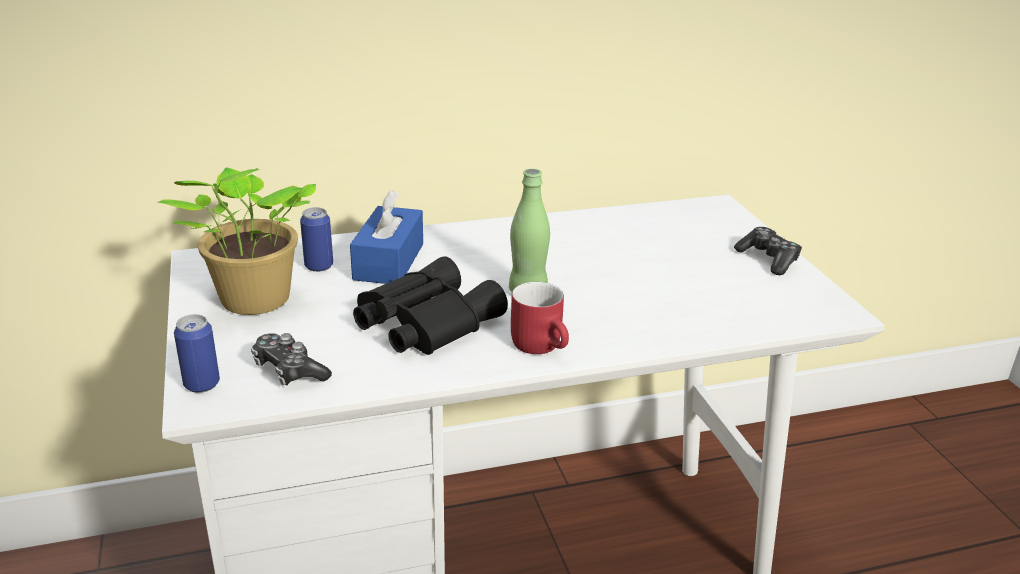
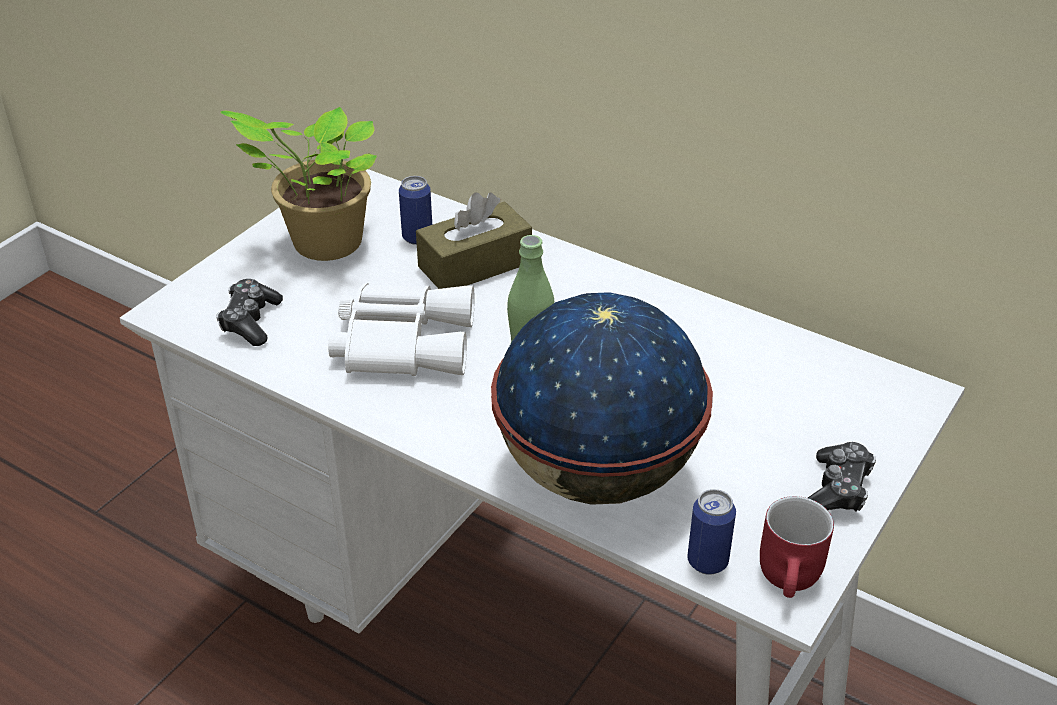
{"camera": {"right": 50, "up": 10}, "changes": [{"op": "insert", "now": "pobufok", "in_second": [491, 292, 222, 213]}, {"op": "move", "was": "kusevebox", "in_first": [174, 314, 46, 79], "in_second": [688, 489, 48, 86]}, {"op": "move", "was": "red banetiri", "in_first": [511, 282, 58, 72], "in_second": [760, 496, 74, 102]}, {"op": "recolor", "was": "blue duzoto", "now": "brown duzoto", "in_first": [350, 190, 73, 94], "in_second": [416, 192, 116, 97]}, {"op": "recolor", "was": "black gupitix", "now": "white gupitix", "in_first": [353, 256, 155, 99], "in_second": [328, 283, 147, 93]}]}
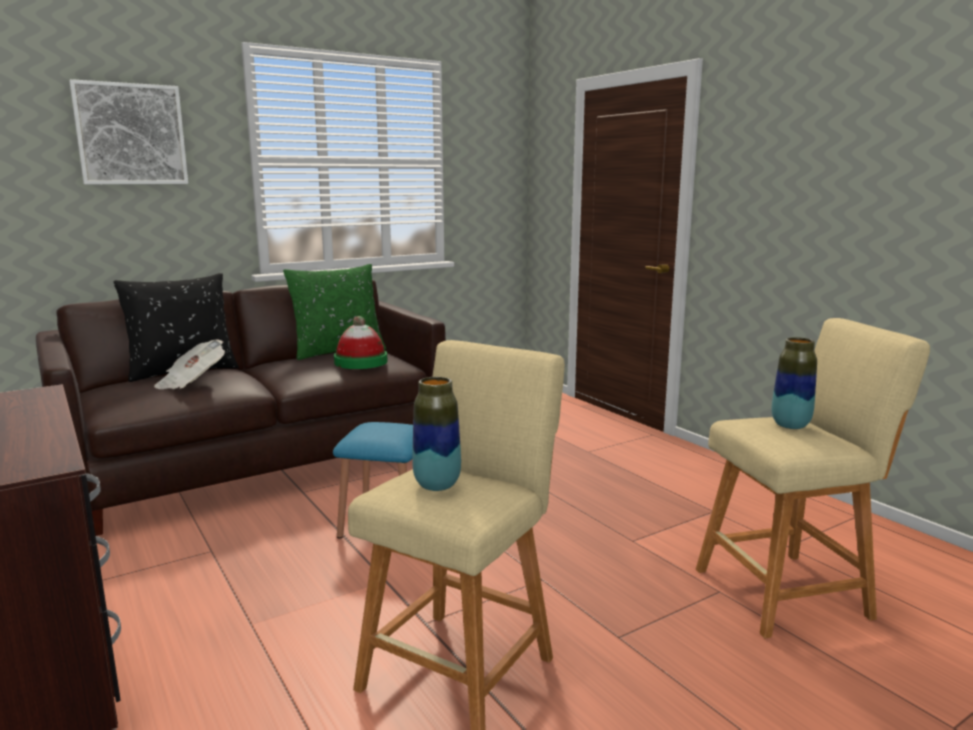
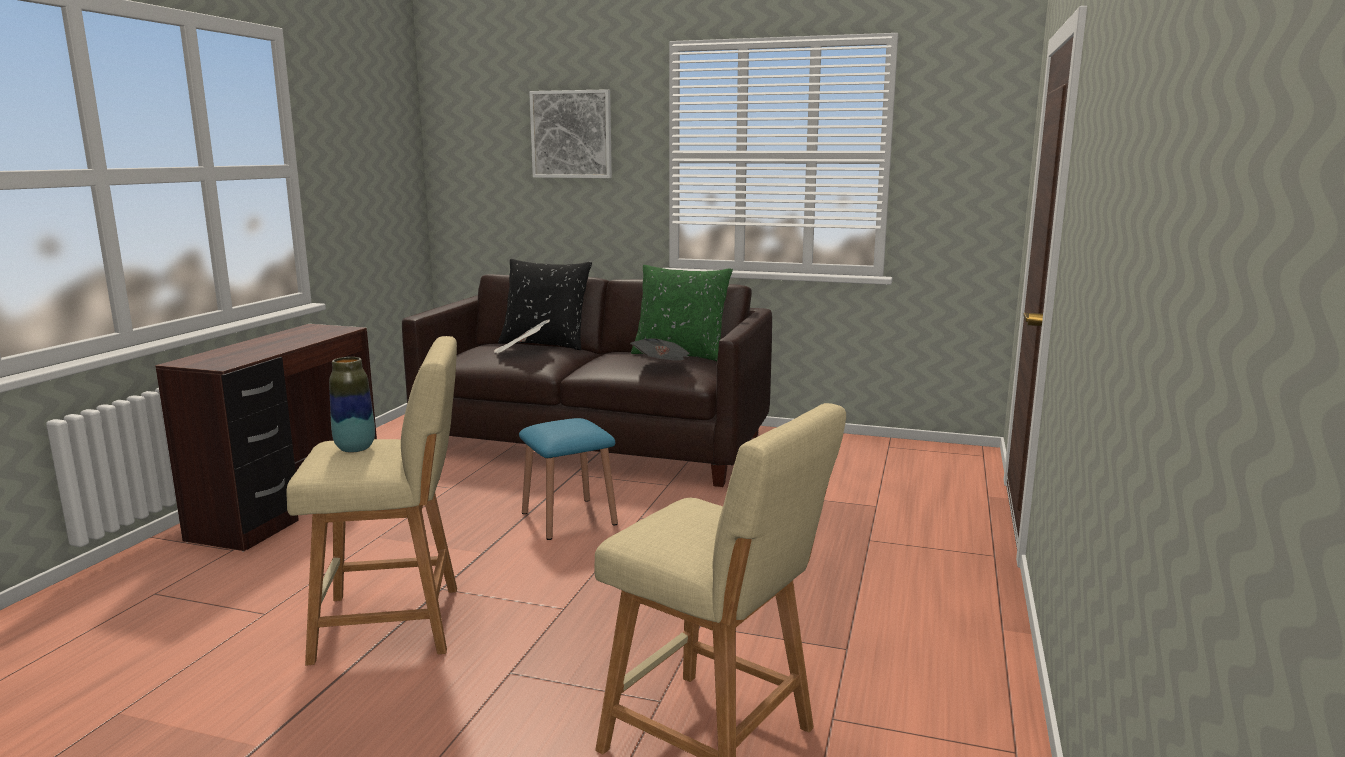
{"camera": {"right": 50, "up": 0}, "changes": [{"op": "delete", "was": "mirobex", "in_first": [772, 337, 45, 92]}, {"op": "replace", "was": "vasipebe", "now": "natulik", "in_first": [334, 316, 53, 53], "in_second": [630, 338, 60, 23]}]}
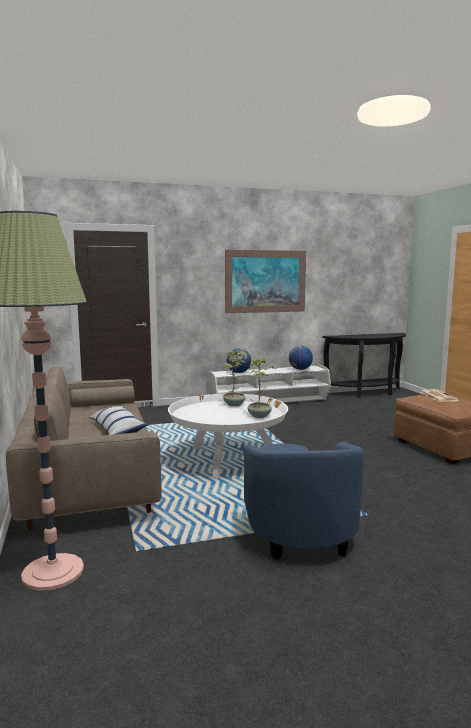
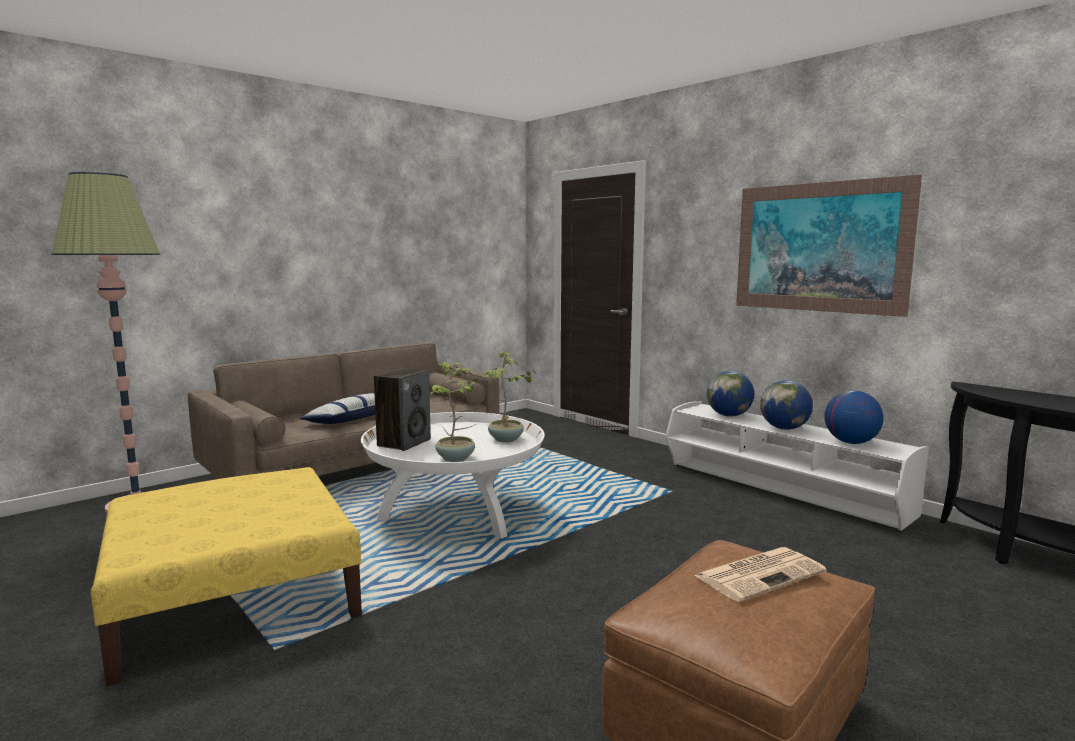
{"camera": {"right": 65, "up": 0}, "changes": [{"op": "insert", "now": "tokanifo", "in_second": [374, 368, 57, 83]}, {"op": "insert", "now": "pobufok", "in_second": [760, 380, 53, 50]}, {"op": "replace", "was": "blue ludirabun", "now": "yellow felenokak", "in_first": [243, 442, 121, 118], "in_second": [91, 467, 271, 219]}]}
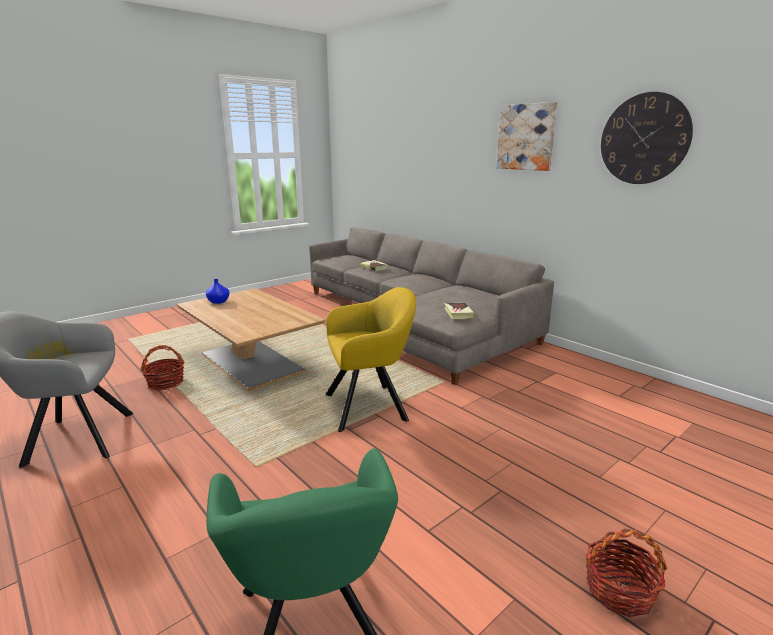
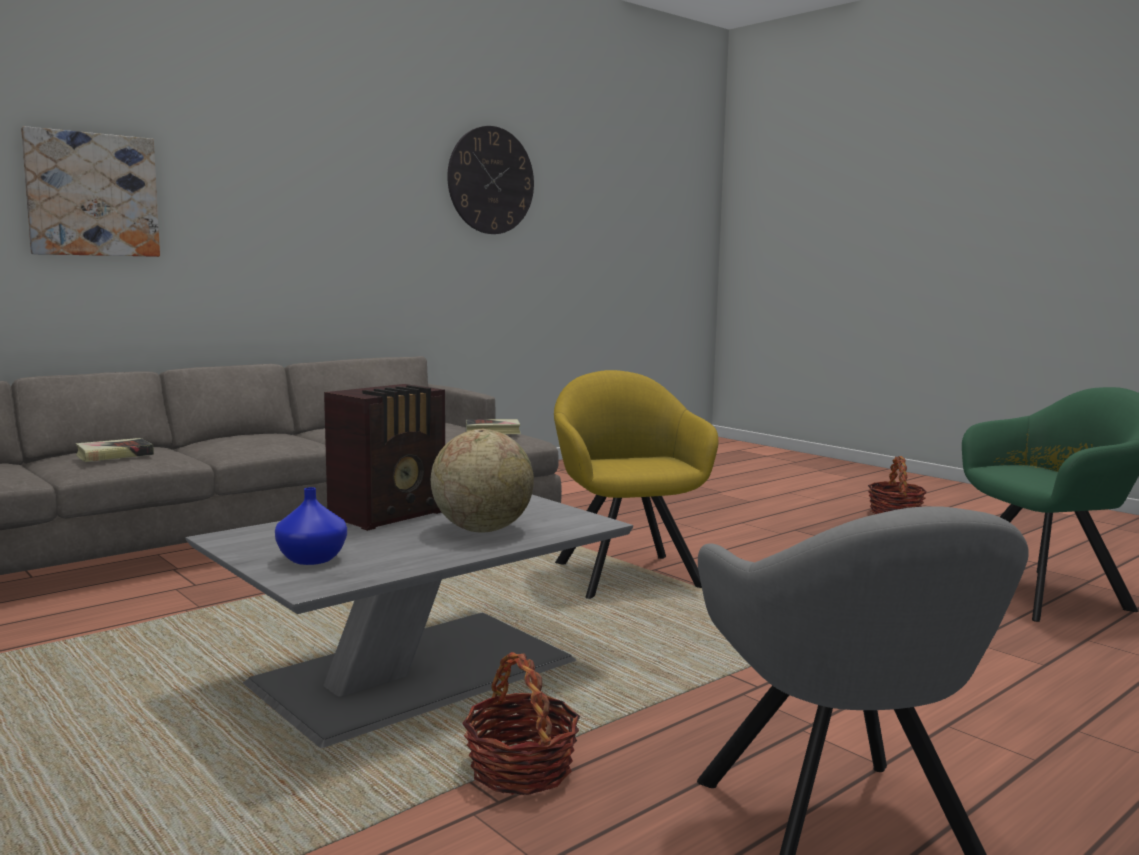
{"camera": {"right": -90, "up": -10}, "changes": [{"op": "insert", "now": "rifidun", "in_second": [324, 384, 121, 147]}, {"op": "insert", "now": "pobufok", "in_second": [431, 429, 103, 104]}, {"op": "move", "was": "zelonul", "in_first": [496, 102, 61, 69], "in_second": [21, 126, 139, 131]}, {"op": "recolor", "was": "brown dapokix", "now": "grey dapokix", "in_first": [177, 288, 149, 103], "in_second": [186, 495, 447, 253]}]}
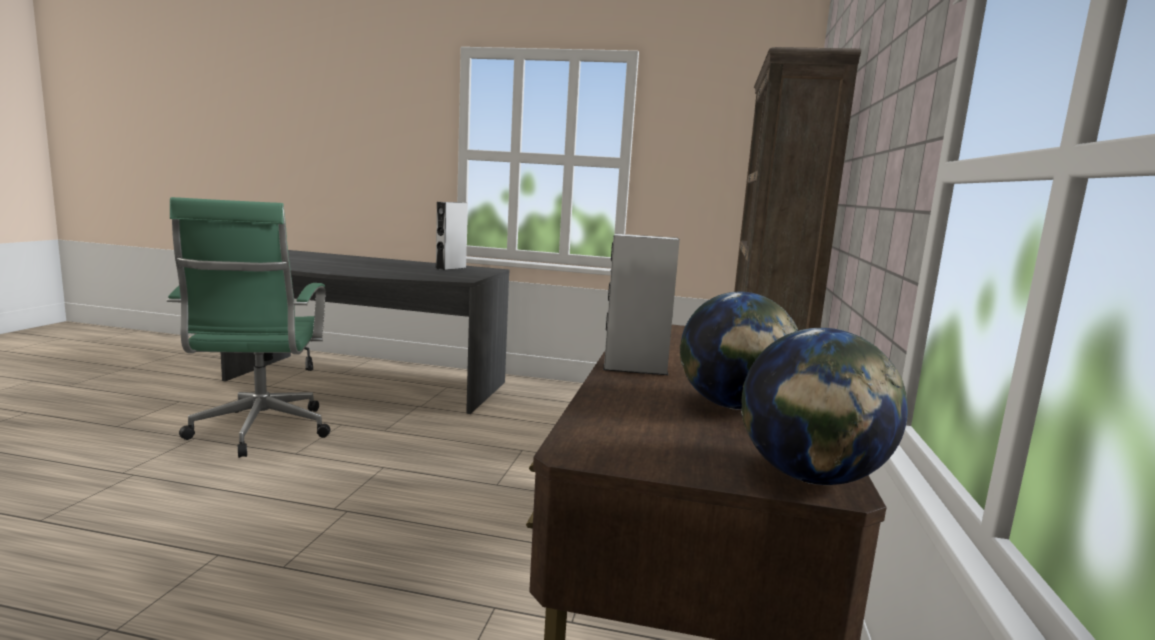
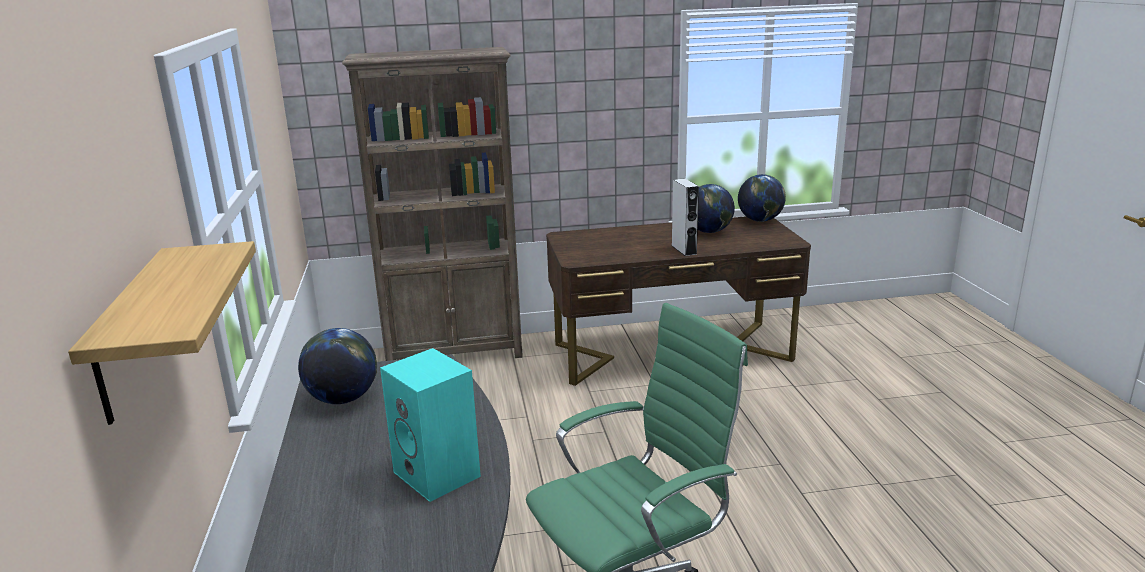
{"camera": {"right": -110, "up": 10}, "changes": [{"op": "insert", "now": "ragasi", "in_second": [68, 241, 188, 184]}, {"op": "insert", "now": "turquoise tokanifo", "in_second": [380, 348, 101, 154]}, {"op": "replace", "was": "grey tokanifo", "now": "pobufok", "in_first": [436, 202, 32, 68], "in_second": [298, 328, 79, 76]}]}
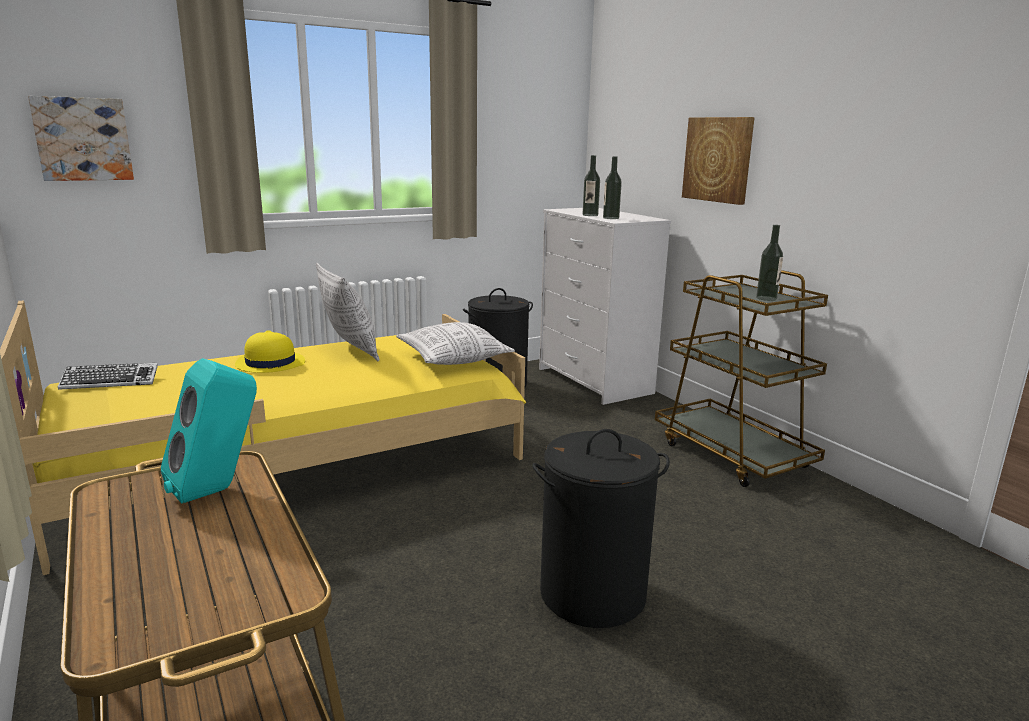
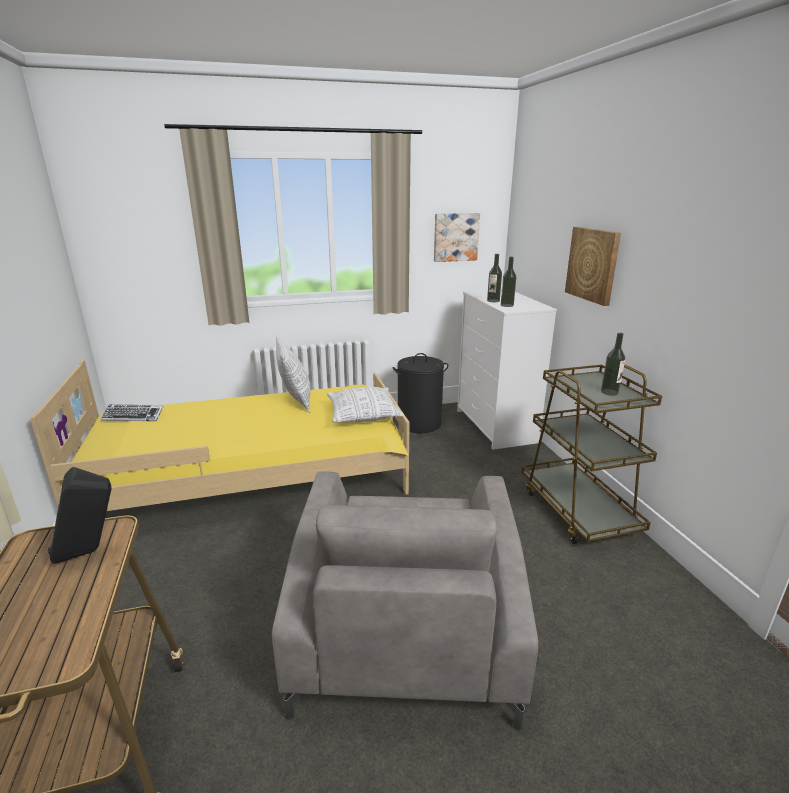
{"camera": {"right": 15, "up": 5}, "changes": [{"op": "delete", "was": "yellow vasipebe", "in_first": [235, 330, 70, 43]}, {"op": "move", "was": "zelonul", "in_first": [28, 96, 106, 85], "in_second": [434, 213, 46, 49]}, {"op": "replace", "was": "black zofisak", "now": "grey ludirabun", "in_first": [532, 429, 138, 199], "in_second": [272, 471, 266, 260]}, {"op": "recolor", "was": "turquoise tokanifo", "now": "black tokanifo", "in_first": [161, 358, 96, 146], "in_second": [48, 467, 63, 97]}]}
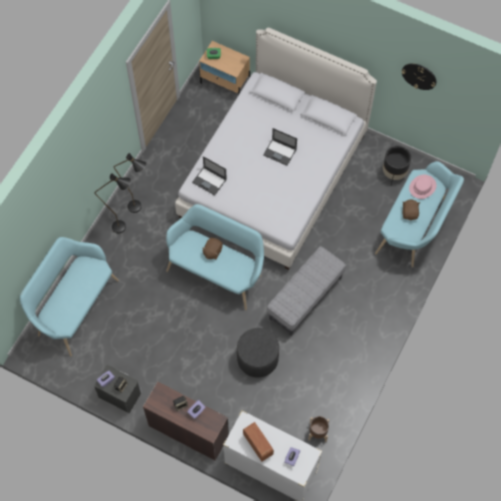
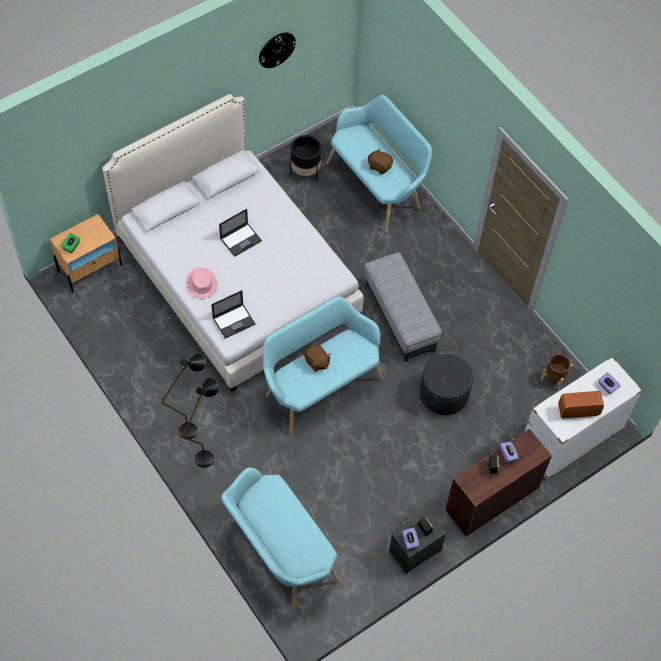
{"camera": {"right": -65, "up": -5}, "changes": [{"op": "move", "was": "pink vasipebe", "in_first": [409, 175, 27, 24], "in_second": [186, 268, 32, 31]}]}
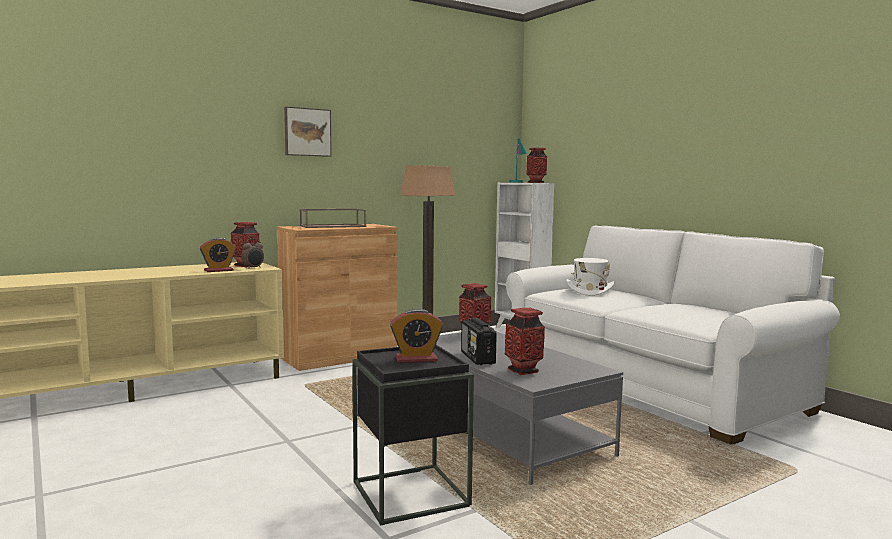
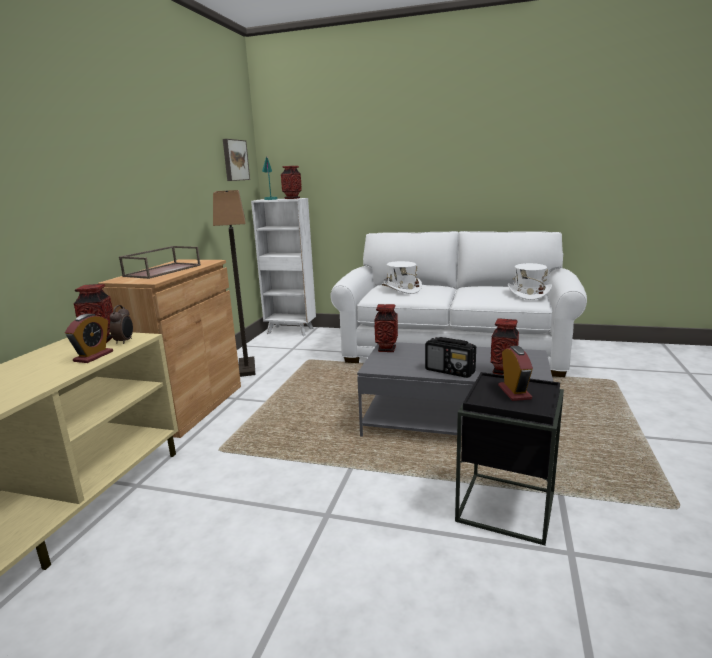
{"camera": {"right": -40, "up": 10}, "changes": [{"op": "insert", "now": "white vasipebe", "in_second": [508, 263, 44, 37]}, {"op": "move", "was": "zelonul", "in_first": [284, 106, 48, 51], "in_second": [223, 139, 27, 42]}, {"op": "rotate", "was": "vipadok", "in_first": [390, 308, 53, 55], "in_second": [498, 346, 35, 55], "clockwise": -45}]}
